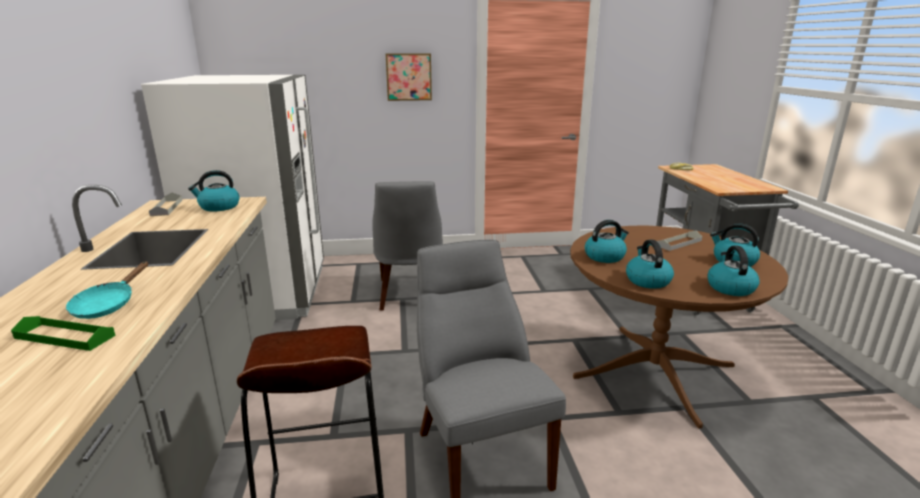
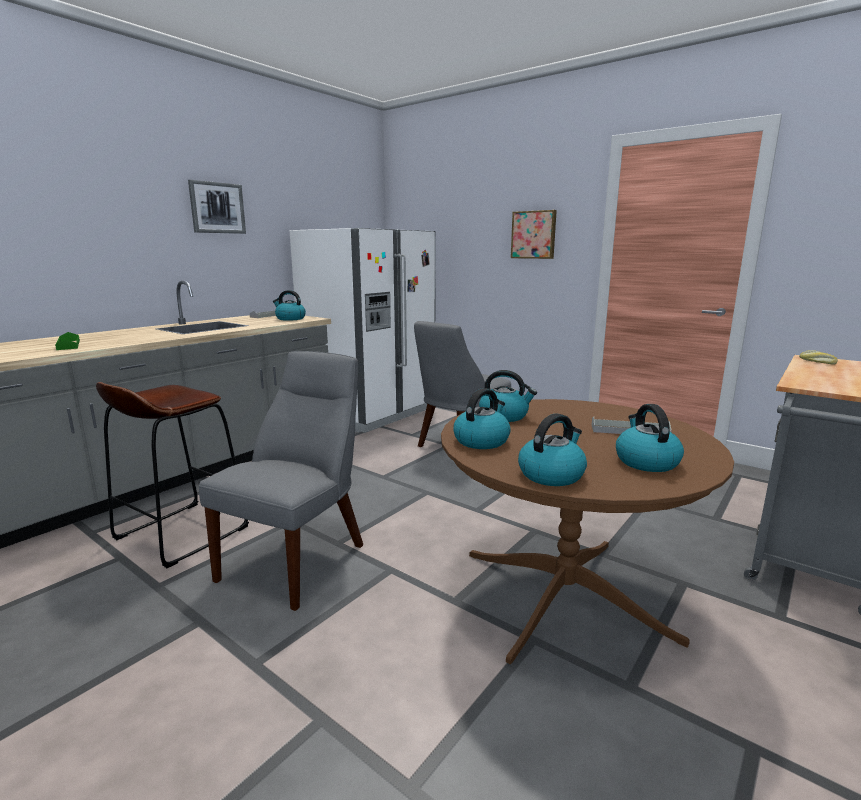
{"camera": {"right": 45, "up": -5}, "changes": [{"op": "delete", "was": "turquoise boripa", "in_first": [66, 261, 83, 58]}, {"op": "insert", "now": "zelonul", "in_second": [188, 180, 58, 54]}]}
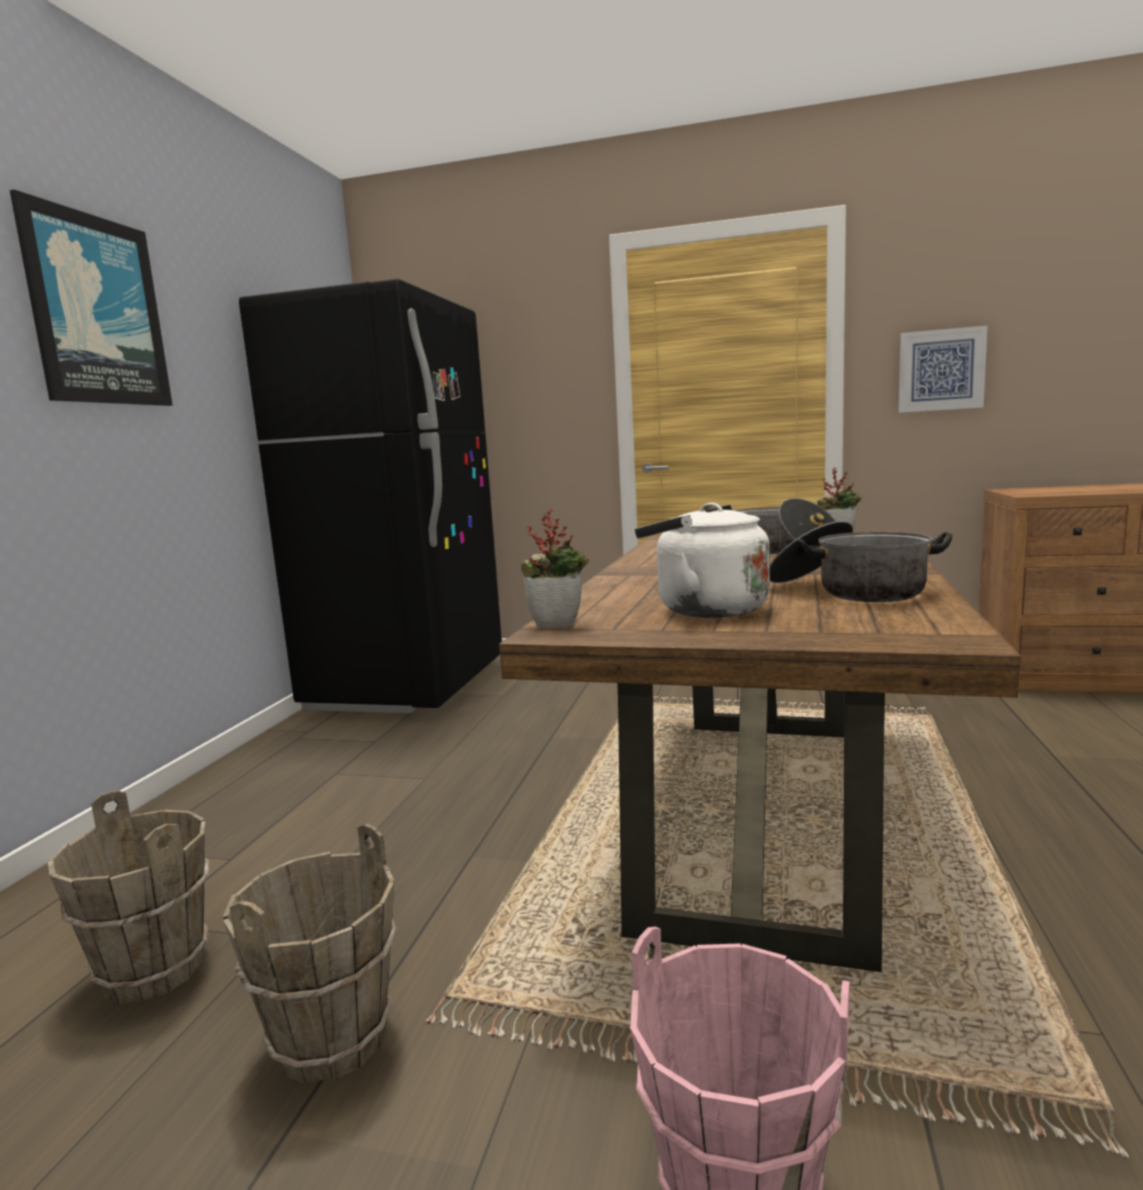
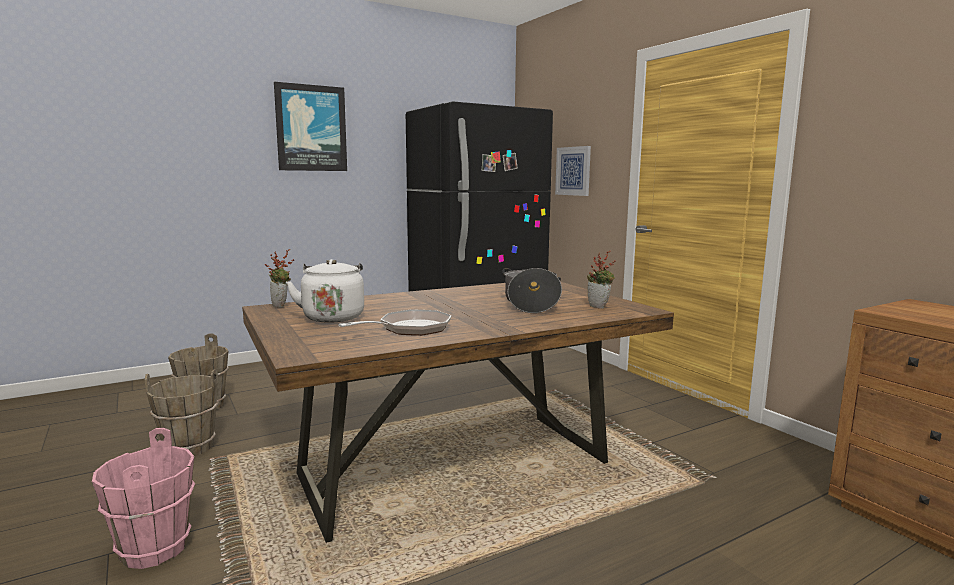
{"camera": {"right": 45, "up": 0}, "changes": [{"op": "move", "was": "zelonul", "in_first": [898, 326, 89, 87], "in_second": [555, 146, 36, 50]}, {"op": "replace", "was": "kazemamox", "now": "boripa", "in_first": [770, 521, 182, 81], "in_second": [338, 309, 114, 27]}]}
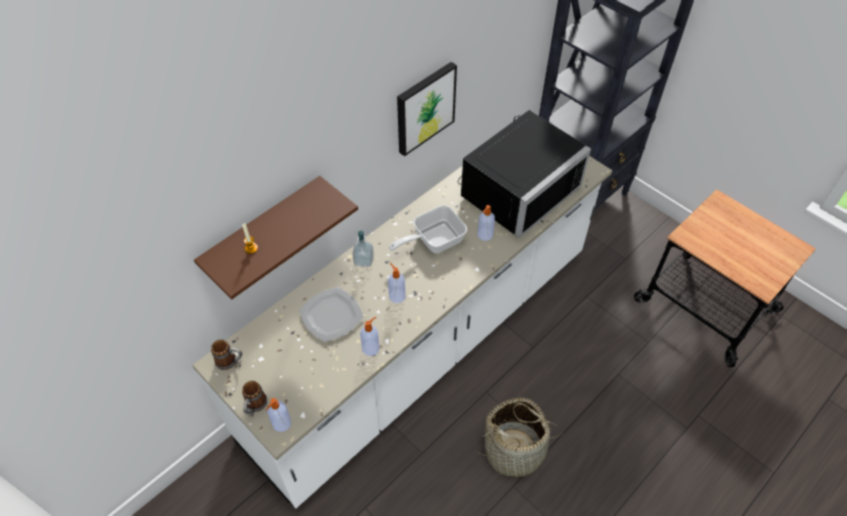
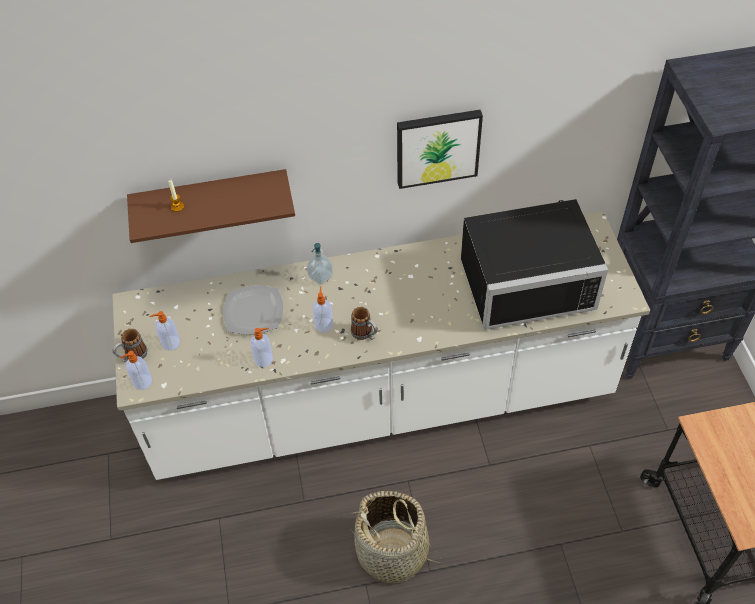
{"camera": {"right": 35, "up": 0}, "changes": [{"op": "delete", "was": "boripa", "in_first": [389, 205, 78, 48]}, {"op": "move", "was": "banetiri", "in_first": [211, 339, 31, 31], "in_second": [351, 307, 27, 33]}, {"op": "move", "was": "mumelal", "in_first": [478, 205, 17, 36], "in_second": [149, 311, 31, 39]}]}
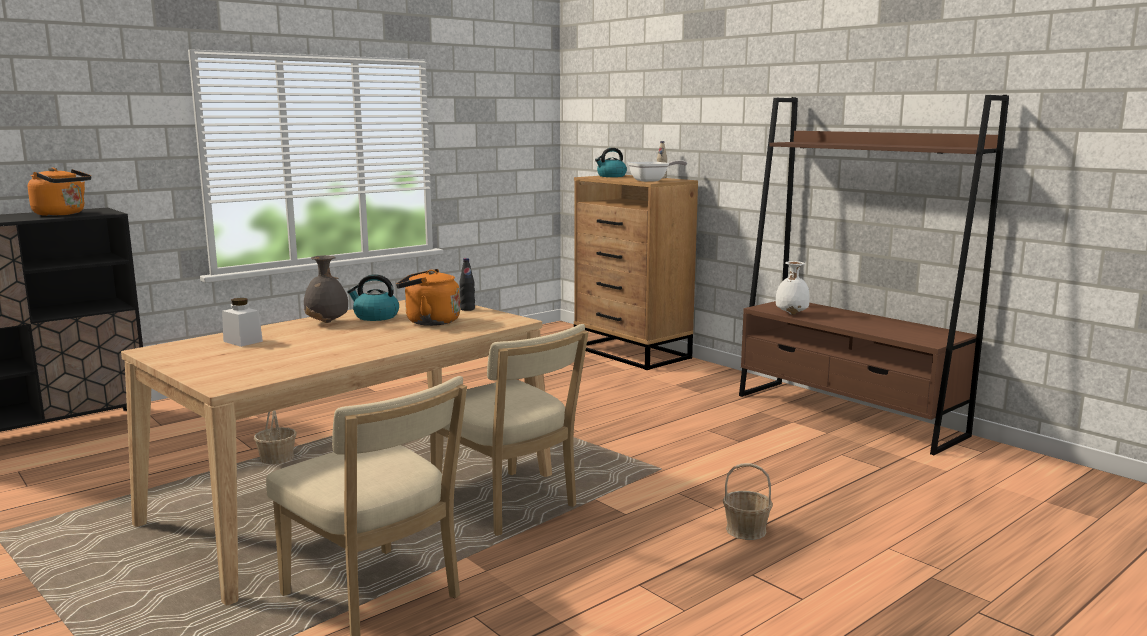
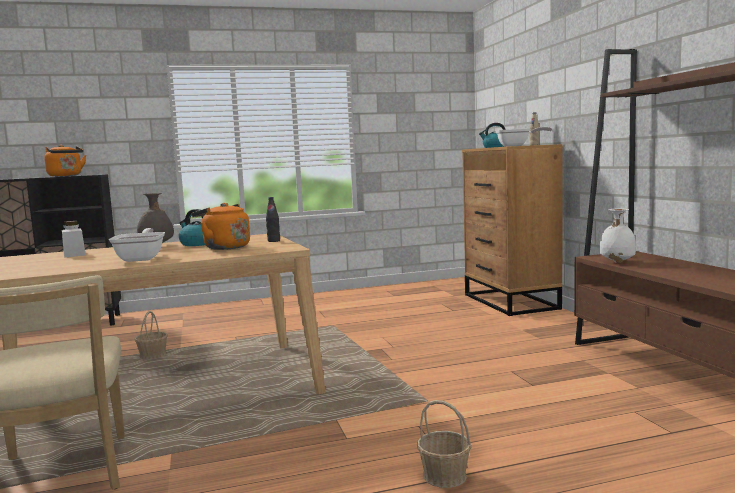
{"camera": {"right": 25, "up": -5}, "changes": [{"op": "delete", "was": "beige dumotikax", "in_first": [430, 324, 159, 212]}, {"op": "insert", "now": "boripa", "in_second": [109, 228, 56, 34]}]}
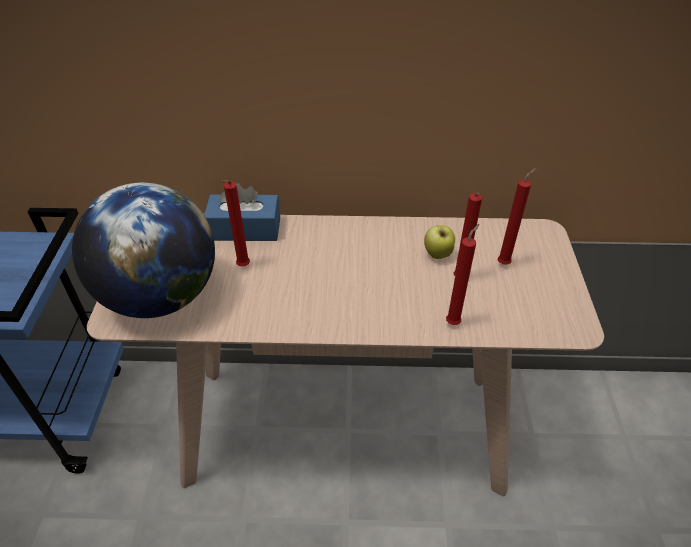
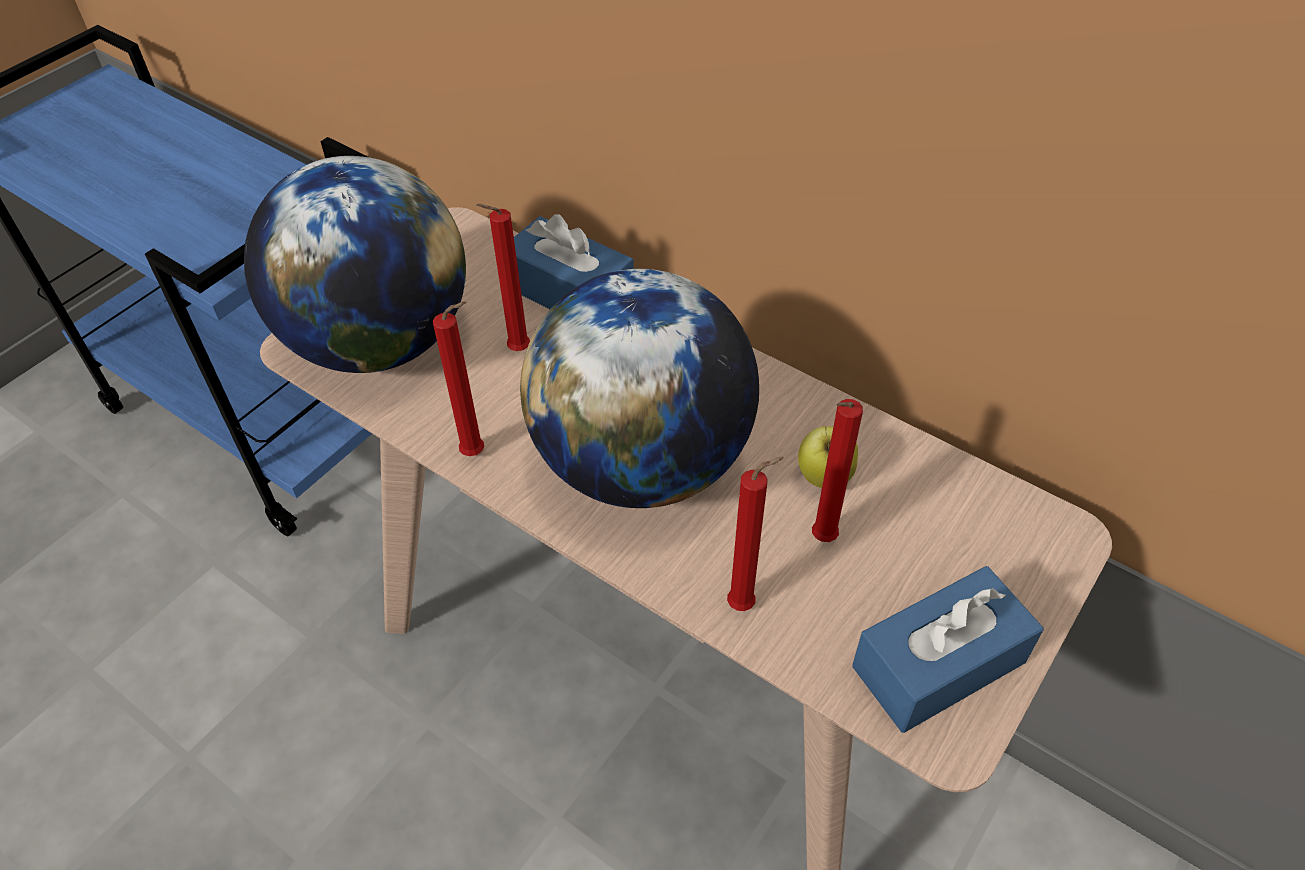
{"camera": {"right": 35, "up": 5}, "changes": [{"op": "insert", "now": "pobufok", "in_second": [520, 269, 239, 239]}, {"op": "insert", "now": "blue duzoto", "in_second": [852, 566, 192, 167]}, {"op": "move", "was": "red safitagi", "in_first": [498, 168, 38, 97], "in_second": [433, 301, 51, 155]}]}
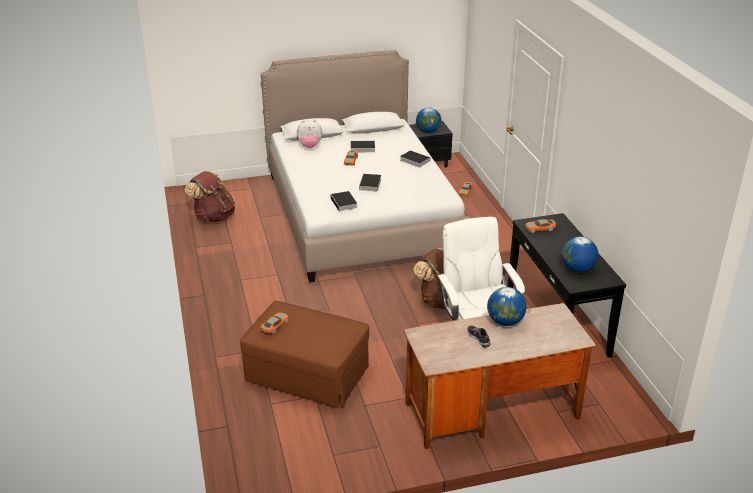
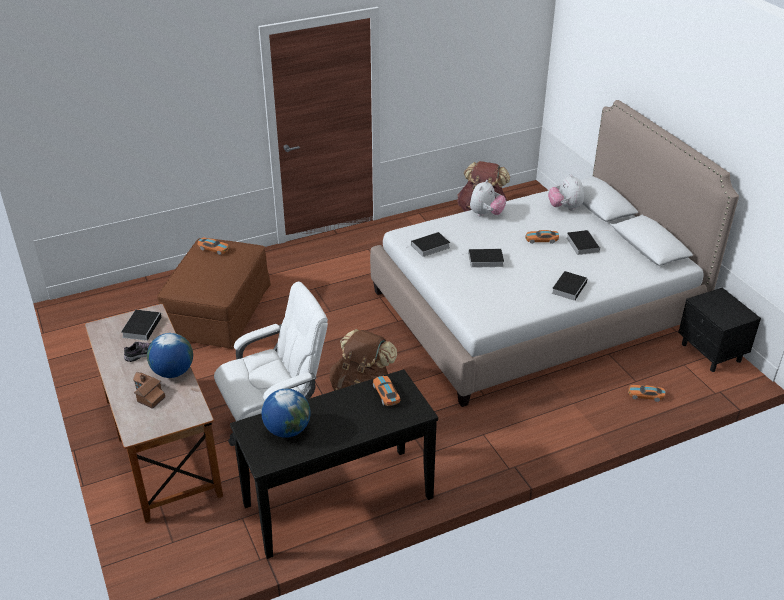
{"camera": {"right": 80, "up": 5}, "changes": [{"op": "delete", "was": "pobufok", "in_first": [416, 108, 25, 25]}, {"op": "insert", "now": "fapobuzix", "in_second": [121, 310, 41, 31]}, {"op": "insert", "now": "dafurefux", "in_second": [133, 372, 32, 37]}, {"op": "insert", "now": "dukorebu", "in_second": [470, 180, 36, 36]}]}
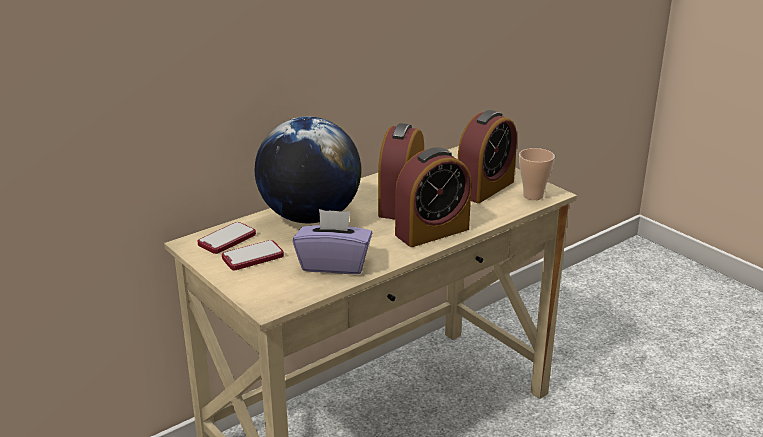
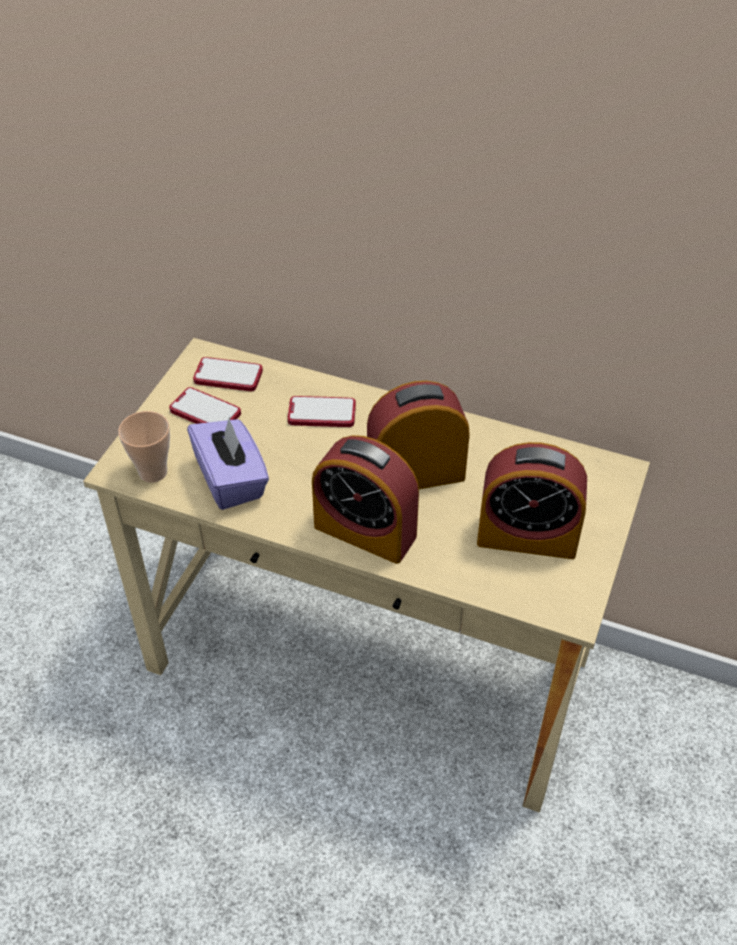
{"camera": {"right": 60, "up": 20}, "changes": [{"op": "move", "was": "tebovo", "in_first": [519, 148, 36, 52], "in_second": [118, 411, 52, 72]}, {"op": "replace", "was": "pobufok", "now": "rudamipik", "in_first": [255, 117, 106, 106], "in_second": [288, 396, 68, 31]}]}
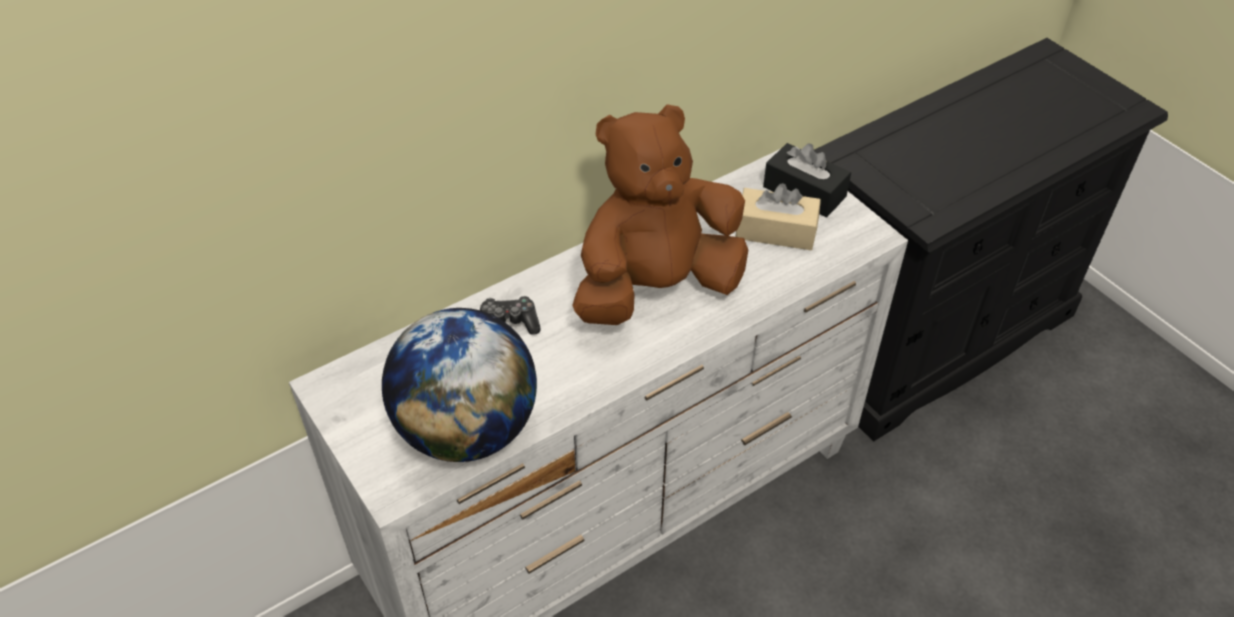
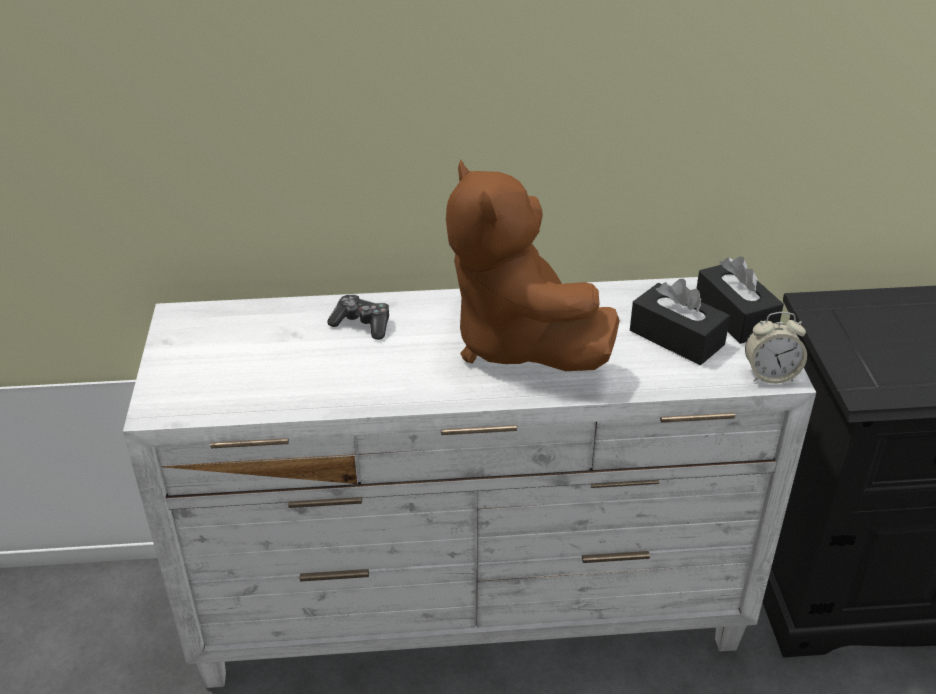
{"camera": {"right": 30, "up": -10}, "changes": [{"op": "delete", "was": "pobufok", "in_first": [382, 308, 155, 154]}, {"op": "insert", "now": "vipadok", "in_second": [745, 312, 62, 72]}, {"op": "recolor", "was": "beige duzoto", "now": "black duzoto", "in_first": [736, 183, 85, 67], "in_second": [630, 279, 100, 86]}, {"op": "rotate", "was": "brown dukorebu", "in_first": [572, 105, 176, 220], "in_second": [446, 160, 174, 211], "clockwise": -120}]}
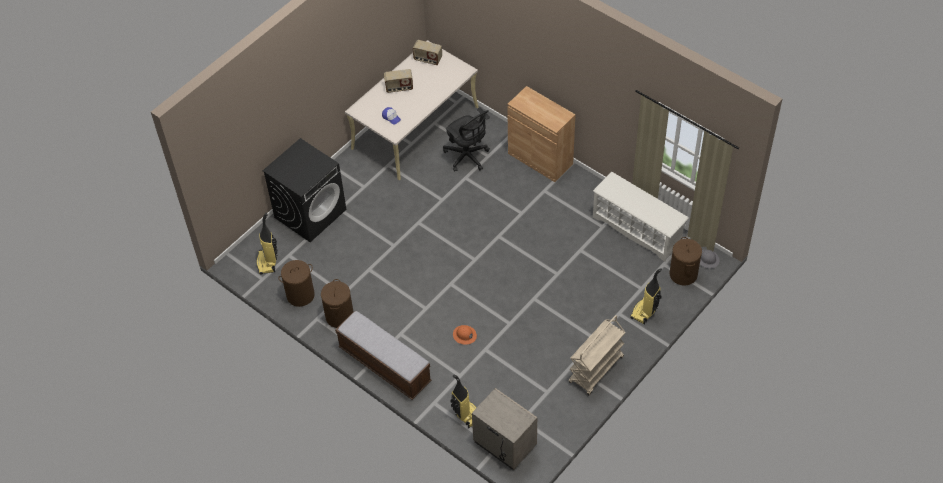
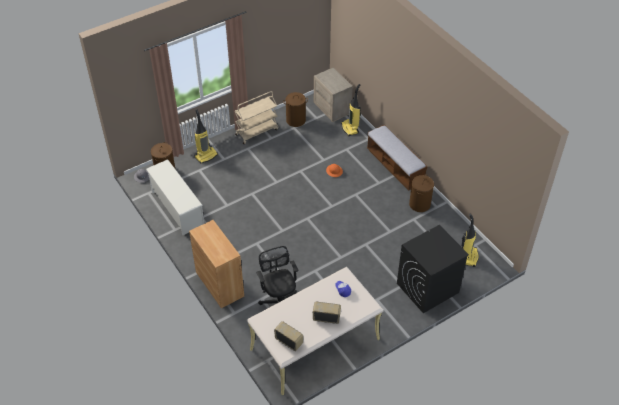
{"camera": {"right": -165, "up": -5}, "changes": [{"op": "move", "was": "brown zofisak", "in_first": [278, 260, 37, 47], "in_second": [283, 92, 25, 35]}]}
